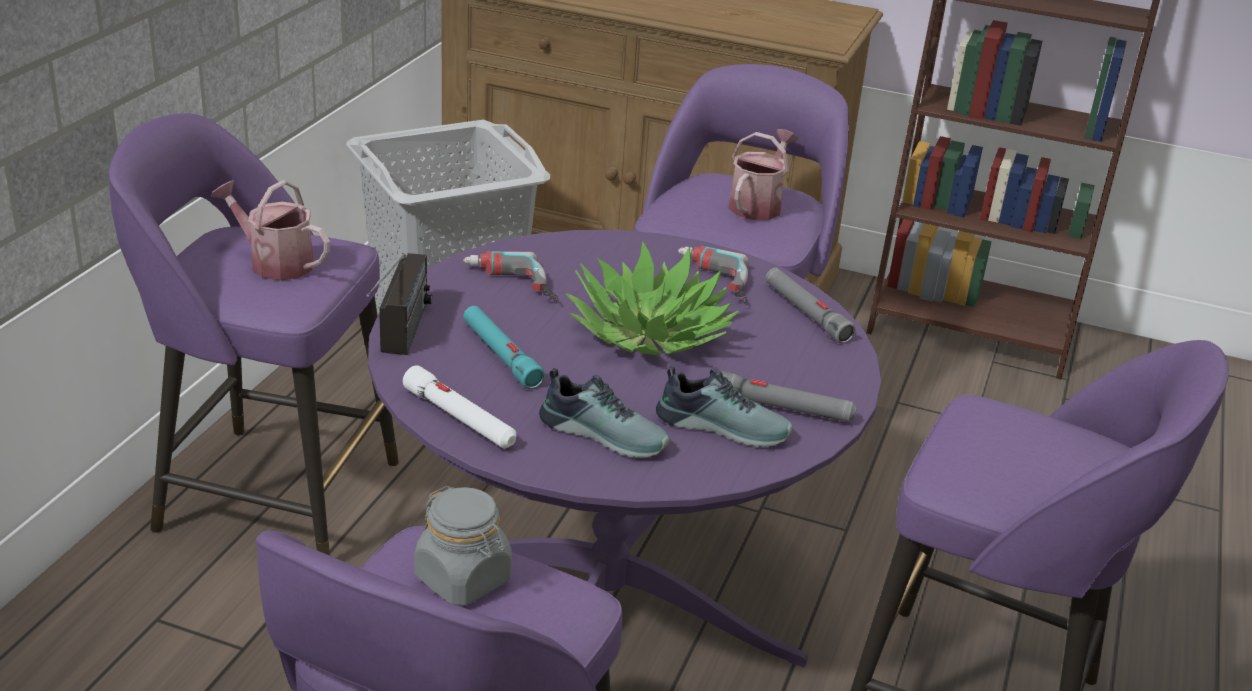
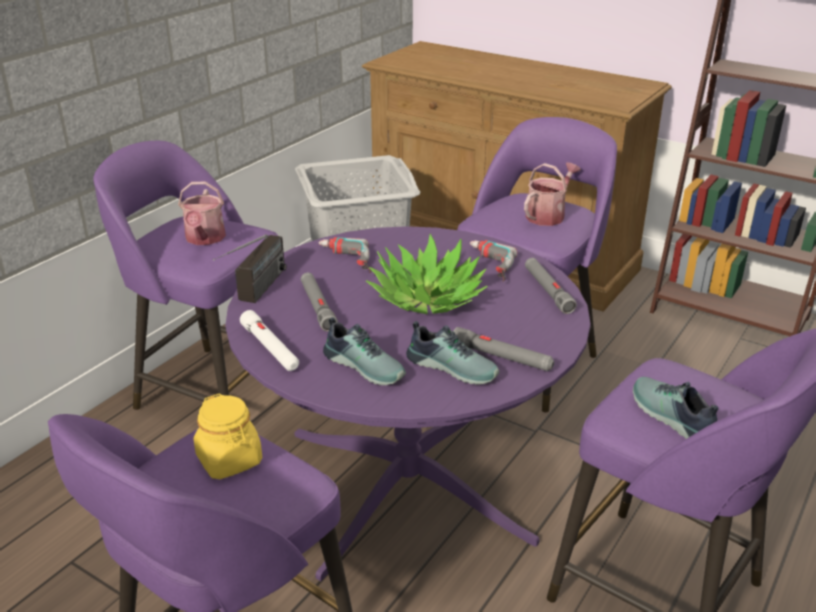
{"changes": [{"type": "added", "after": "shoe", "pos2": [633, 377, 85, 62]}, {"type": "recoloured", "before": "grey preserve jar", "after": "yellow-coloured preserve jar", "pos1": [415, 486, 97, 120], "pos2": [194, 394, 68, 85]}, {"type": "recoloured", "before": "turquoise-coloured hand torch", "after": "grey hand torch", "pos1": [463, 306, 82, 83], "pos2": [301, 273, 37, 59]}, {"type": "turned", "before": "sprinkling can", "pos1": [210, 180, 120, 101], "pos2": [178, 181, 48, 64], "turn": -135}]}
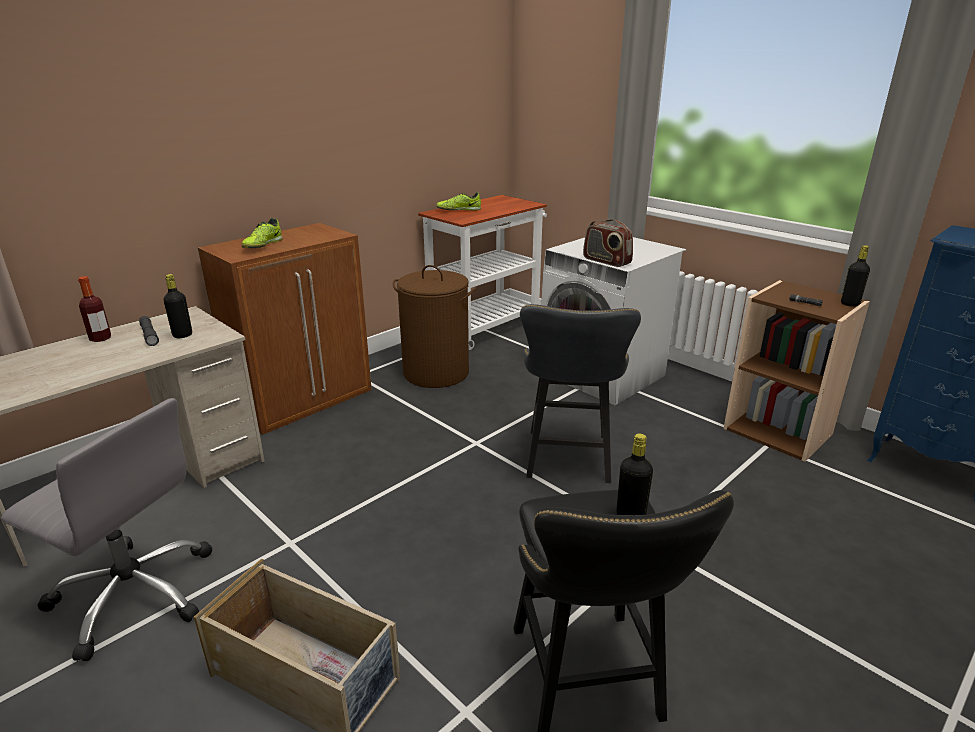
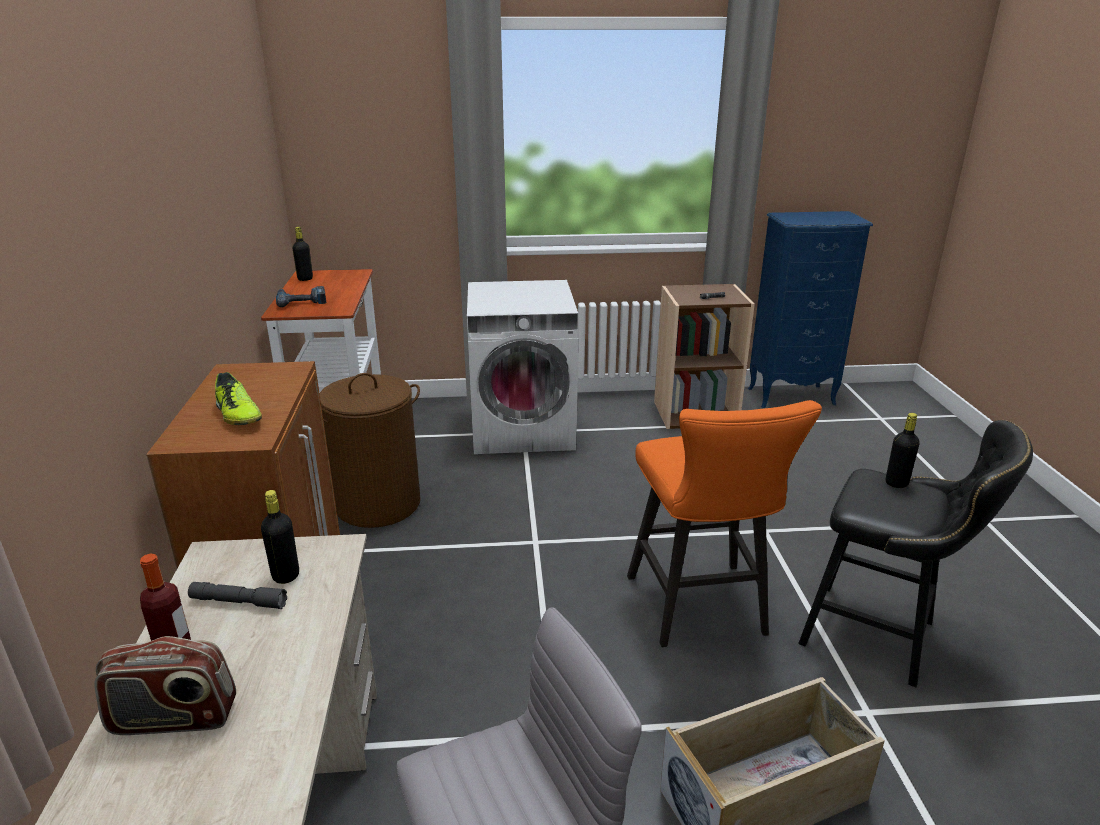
{"changes": [{"type": "removed", "before": "grey stool seat", "pos1": [520, 304, 121, 179]}, {"type": "added", "after": "orange stool seat", "pos2": [627, 400, 195, 247]}, {"type": "moved", "before": "radio", "pos1": [583, 219, 50, 48], "pos2": [94, 636, 142, 99]}, {"type": "moved", "before": "blackish drink bottle", "pos1": [841, 245, 29, 62], "pos2": [292, 227, 21, 54]}, {"type": "replaced", "before": "shoe", "after": "power drill", "pos1": [436, 192, 45, 19], "pos2": [276, 286, 50, 21]}]}
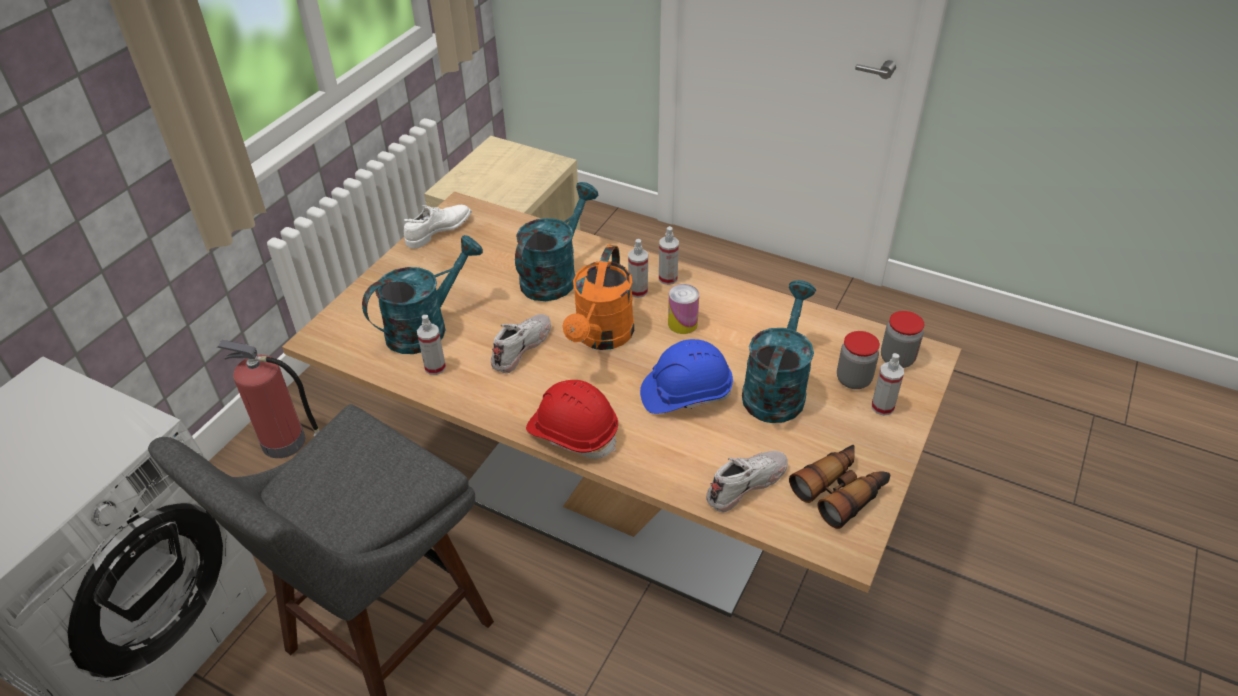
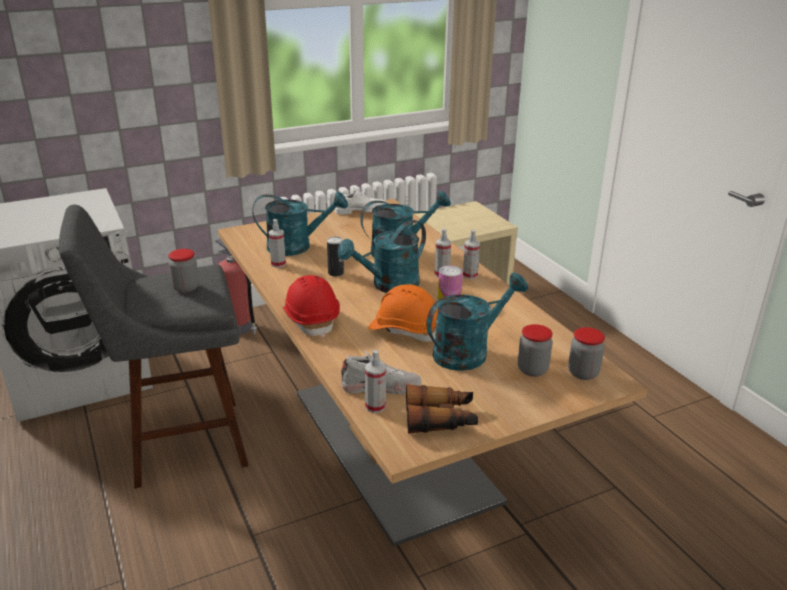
{"changes": [{"type": "added", "after": "preserve jar", "pos2": [168, 249, 31, 44]}, {"type": "moved", "before": "spray bottle", "pos1": [872, 353, 32, 63], "pos2": [365, 350, 21, 63]}, {"type": "replaced", "before": "white shoe", "after": "sealed can", "pos1": [491, 314, 60, 59], "pos2": [327, 237, 17, 40]}, {"type": "recoloured", "before": "orange sprinkling can", "after": "turquoise-coloured sprinkling can", "pos1": [563, 245, 71, 105], "pos2": [338, 220, 88, 73]}, {"type": "recoloured", "before": "blue hard hat", "after": "orange hard hat", "pos1": [640, 339, 93, 75], "pos2": [368, 284, 70, 58]}]}
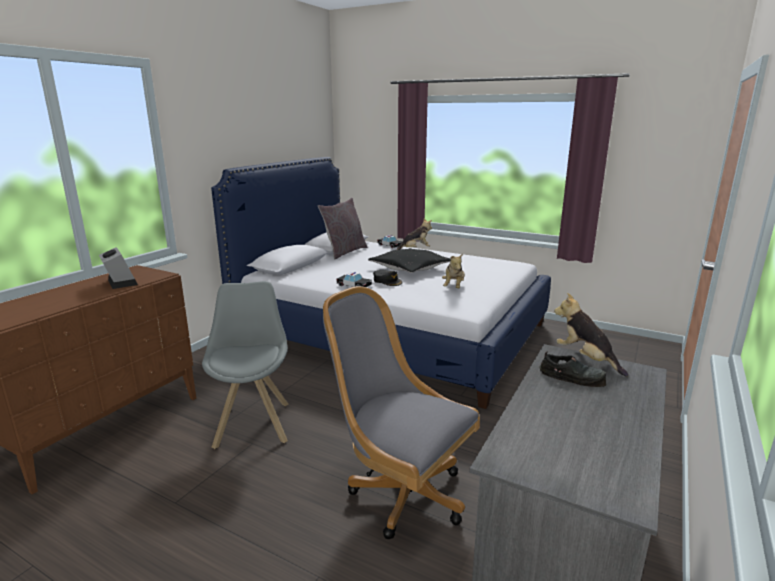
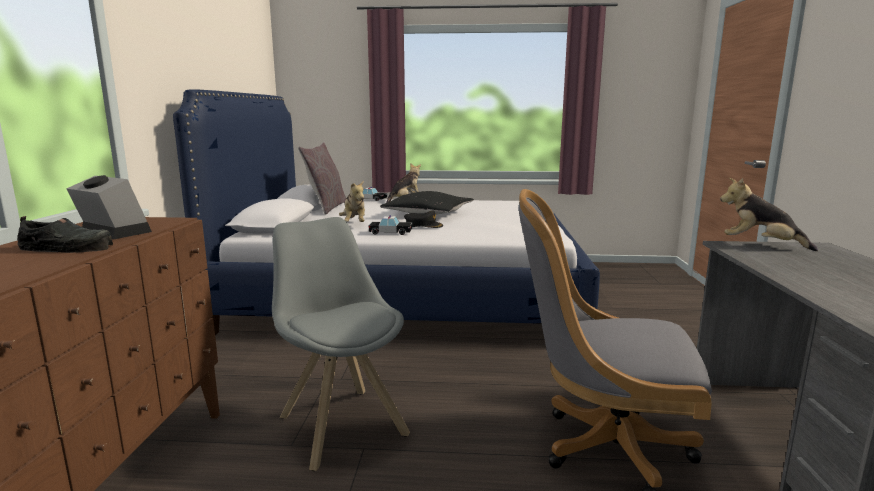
{"changes": [{"type": "moved", "before": "plush toy", "pos1": [442, 254, 23, 34], "pos2": [339, 180, 26, 42]}, {"type": "moved", "before": "blackish shoe", "pos1": [539, 351, 67, 36], "pos2": [17, 216, 96, 37]}]}
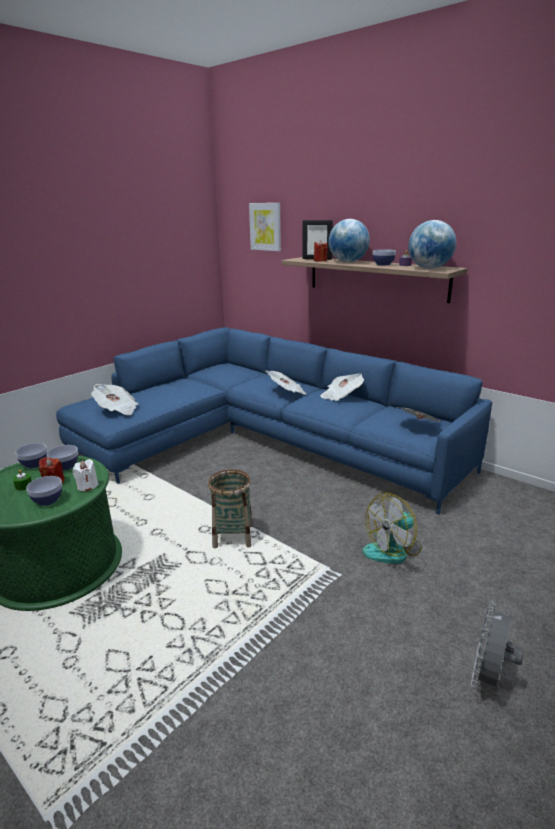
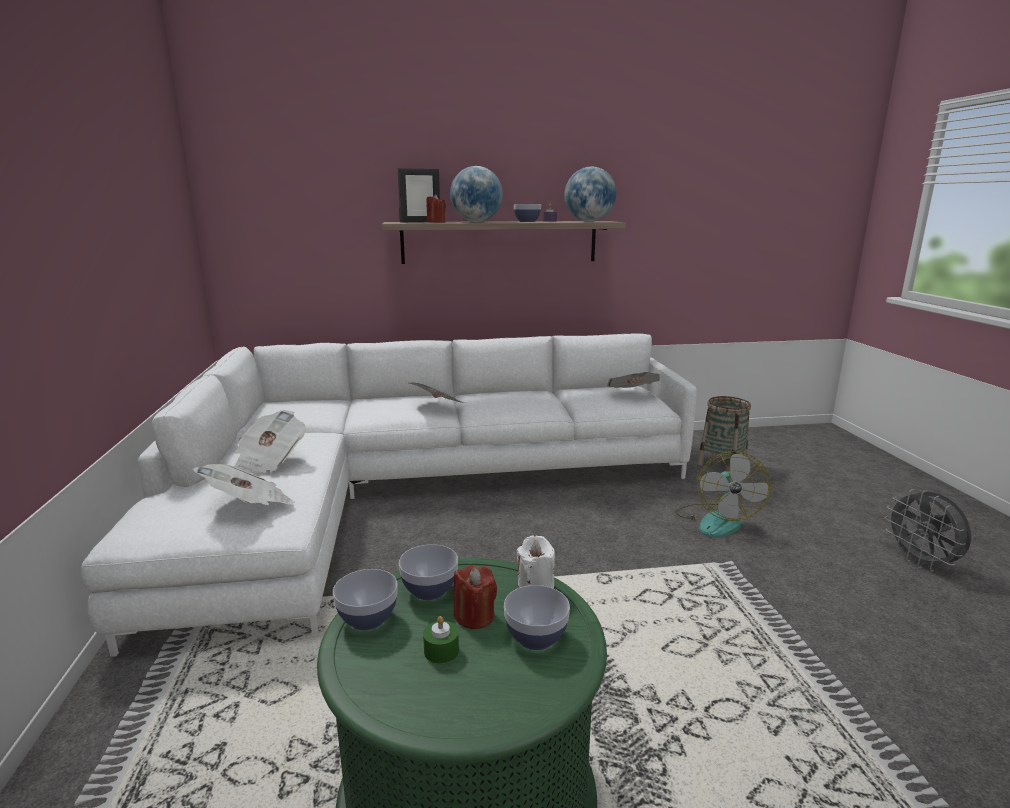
{"changes": [{"type": "removed", "before": "picture", "pos1": [249, 203, 32, 48]}, {"type": "moved", "before": "storage basket", "pos1": [208, 469, 45, 79], "pos2": [697, 396, 54, 74]}, {"type": "moved", "before": "printed paper", "pos1": [320, 373, 44, 28], "pos2": [234, 410, 72, 63]}, {"type": "recoloured", "before": "blue settee", "after": "white settee", "pos1": [56, 327, 436, 188], "pos2": [81, 333, 616, 324]}]}
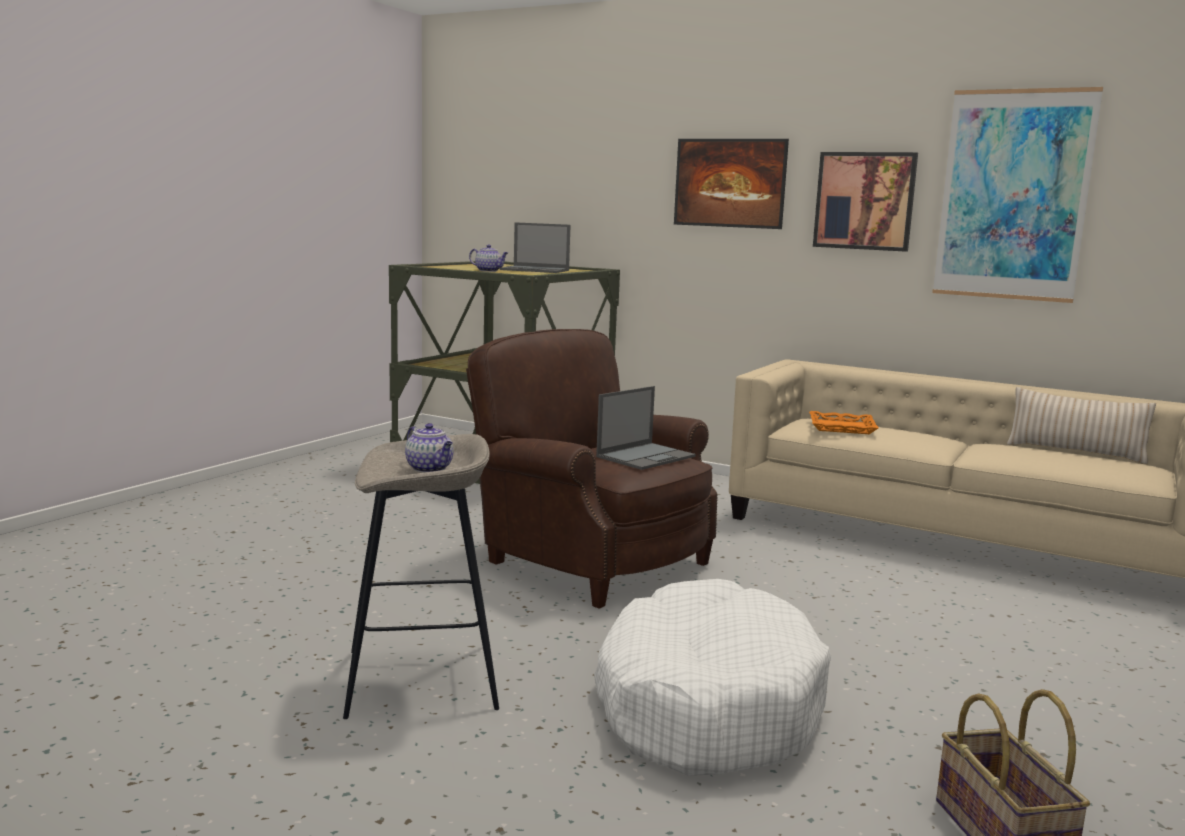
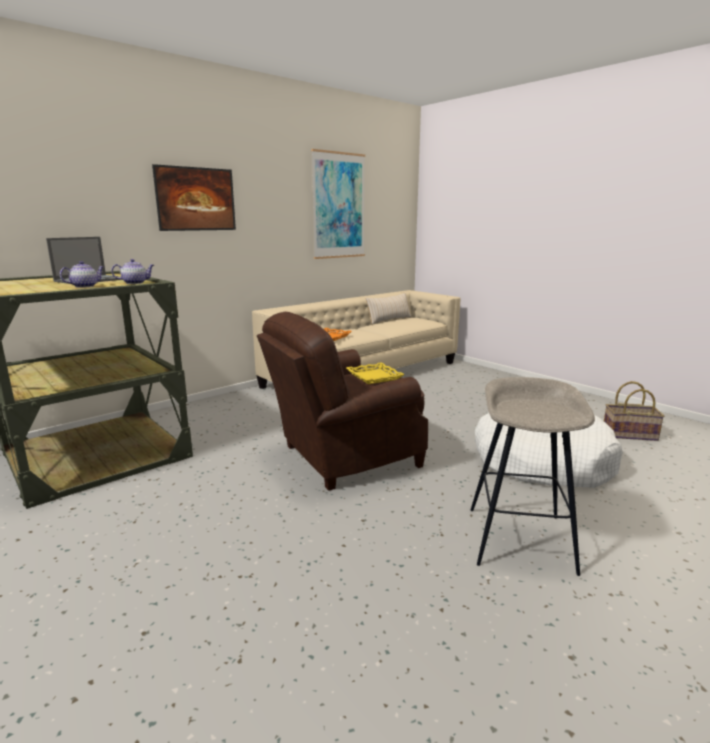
{"changes": [{"type": "removed", "before": "picture", "pos1": [813, 152, 105, 100]}, {"type": "moved", "before": "tea pot", "pos1": [405, 423, 49, 50], "pos2": [111, 259, 43, 25]}, {"type": "replaced", "before": "notebook computer", "after": "yellow-coloured carrying tray", "pos1": [596, 386, 100, 84], "pos2": [346, 362, 59, 22]}]}
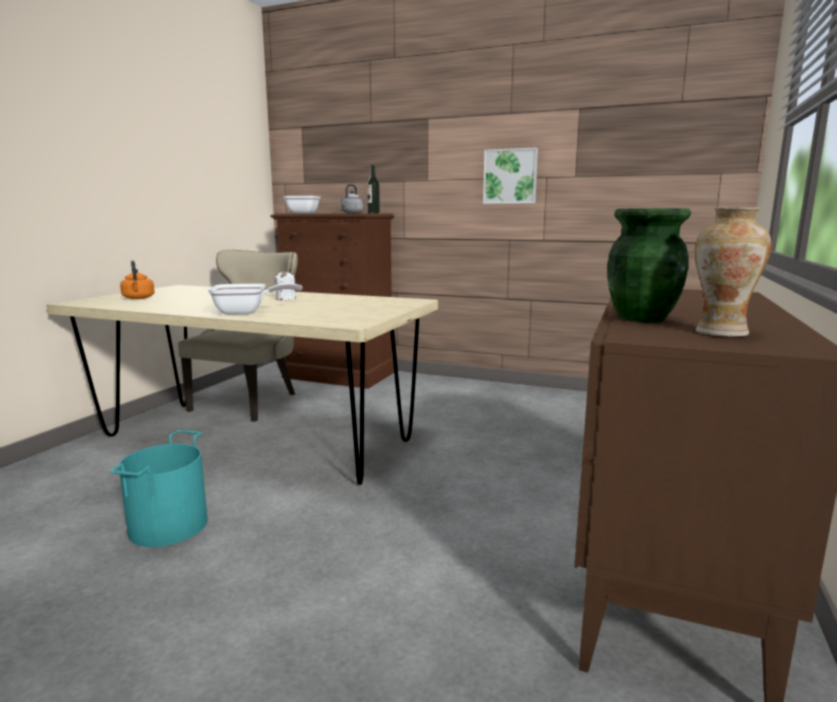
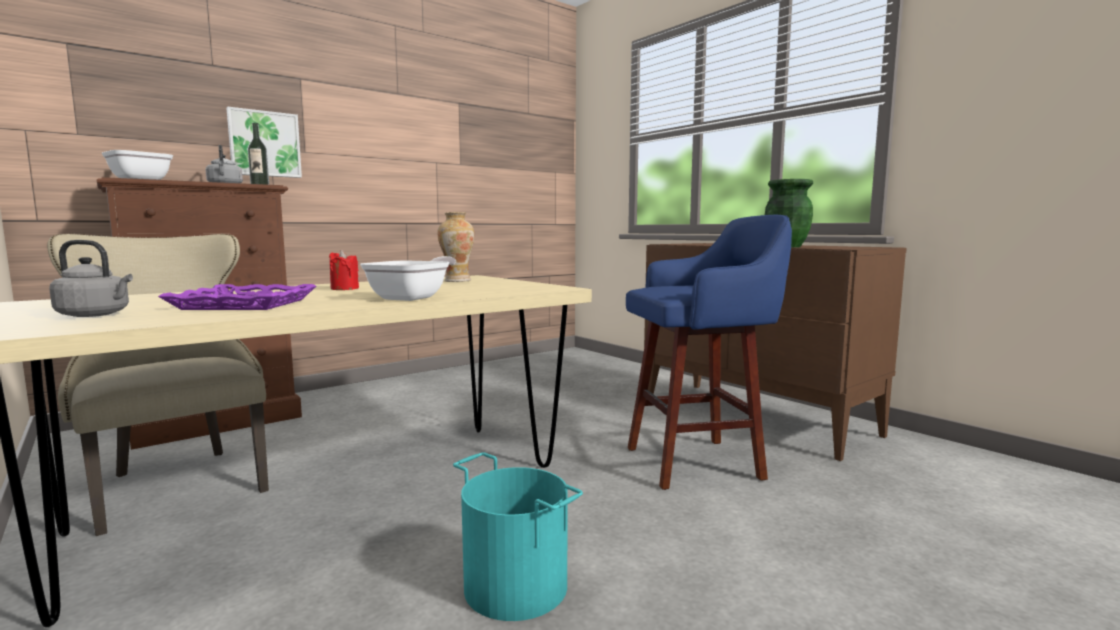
{"changes": [{"type": "added", "after": "purplish carrying tray", "pos2": [158, 284, 158, 26]}, {"type": "added", "after": "blue stool seat", "pos2": [626, 215, 166, 275]}, {"type": "moved", "before": "picture", "pos1": [483, 147, 55, 57], "pos2": [226, 107, 76, 71]}, {"type": "moved", "before": "flower vase", "pos1": [695, 207, 76, 130], "pos2": [437, 212, 37, 70]}, {"type": "recoloured", "before": "orange tea kettle", "after": "grey tea kettle", "pos1": [120, 261, 35, 38], "pos2": [49, 240, 84, 77]}, {"type": "recoloured", "before": "white wax candle", "after": "red-coloured wax candle", "pos1": [275, 271, 21, 29], "pos2": [329, 250, 30, 40]}]}
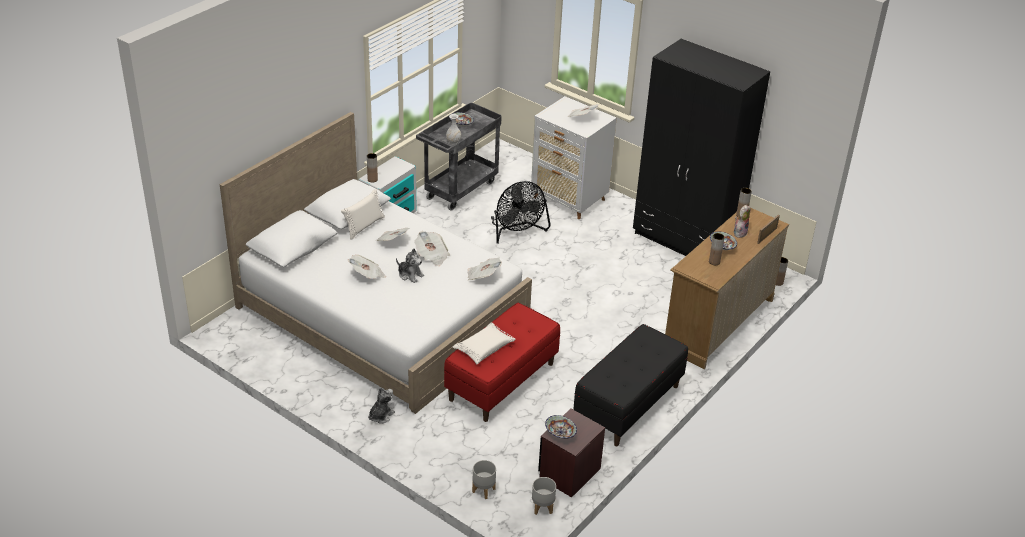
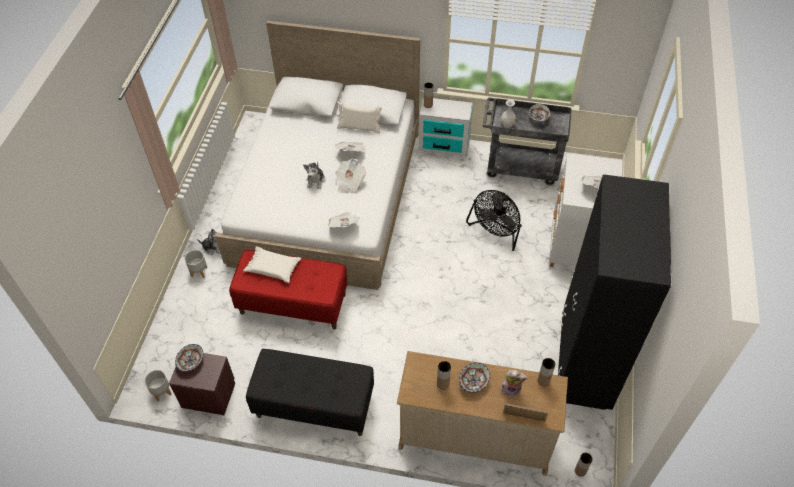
{"changes": [{"type": "removed", "before": "printed paper", "pos1": [348, 255, 38, 24]}, {"type": "moved", "before": "grey plant pot", "pos1": [472, 460, 24, 39], "pos2": [185, 250, 22, 28]}]}
